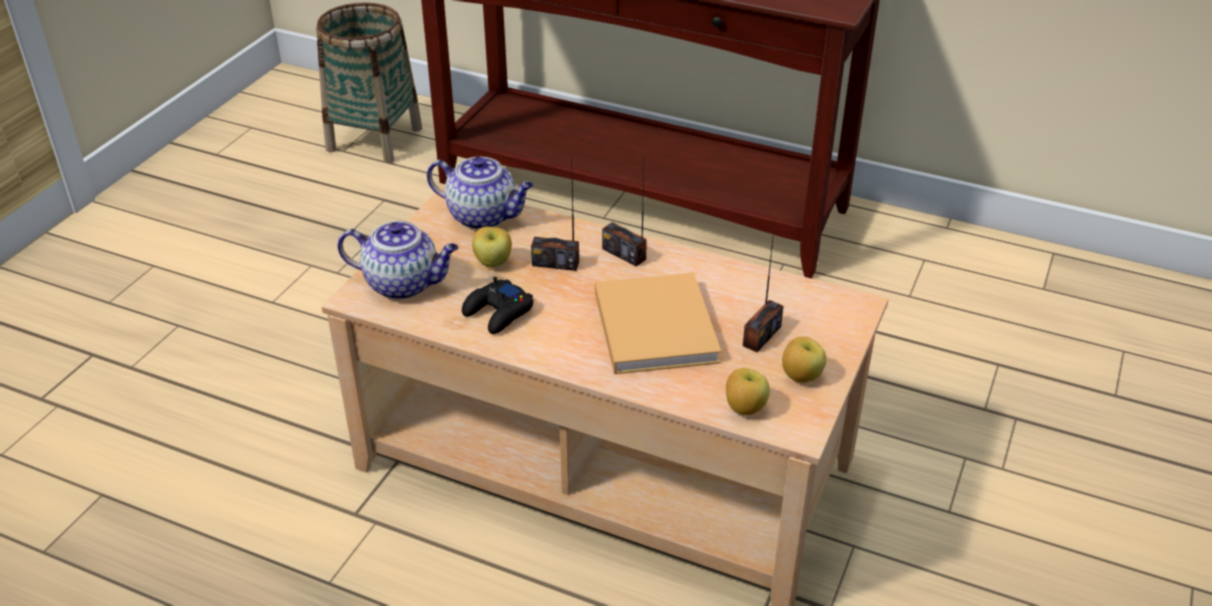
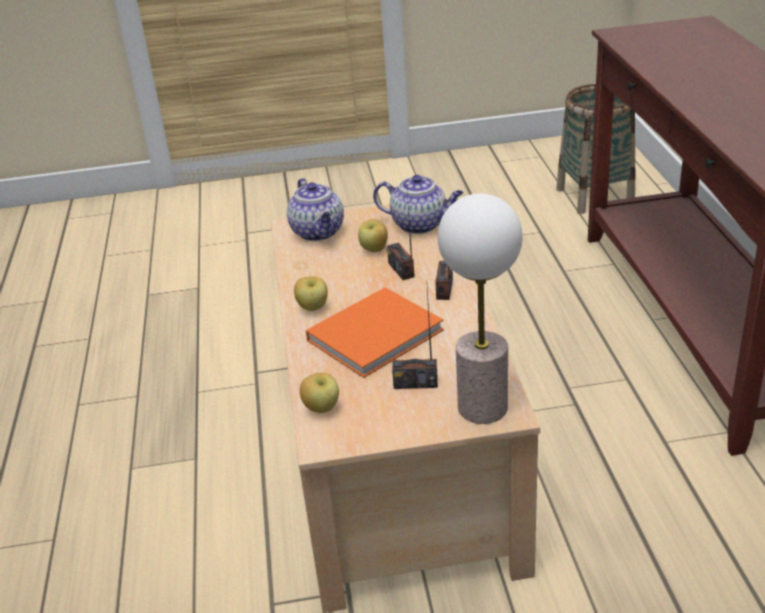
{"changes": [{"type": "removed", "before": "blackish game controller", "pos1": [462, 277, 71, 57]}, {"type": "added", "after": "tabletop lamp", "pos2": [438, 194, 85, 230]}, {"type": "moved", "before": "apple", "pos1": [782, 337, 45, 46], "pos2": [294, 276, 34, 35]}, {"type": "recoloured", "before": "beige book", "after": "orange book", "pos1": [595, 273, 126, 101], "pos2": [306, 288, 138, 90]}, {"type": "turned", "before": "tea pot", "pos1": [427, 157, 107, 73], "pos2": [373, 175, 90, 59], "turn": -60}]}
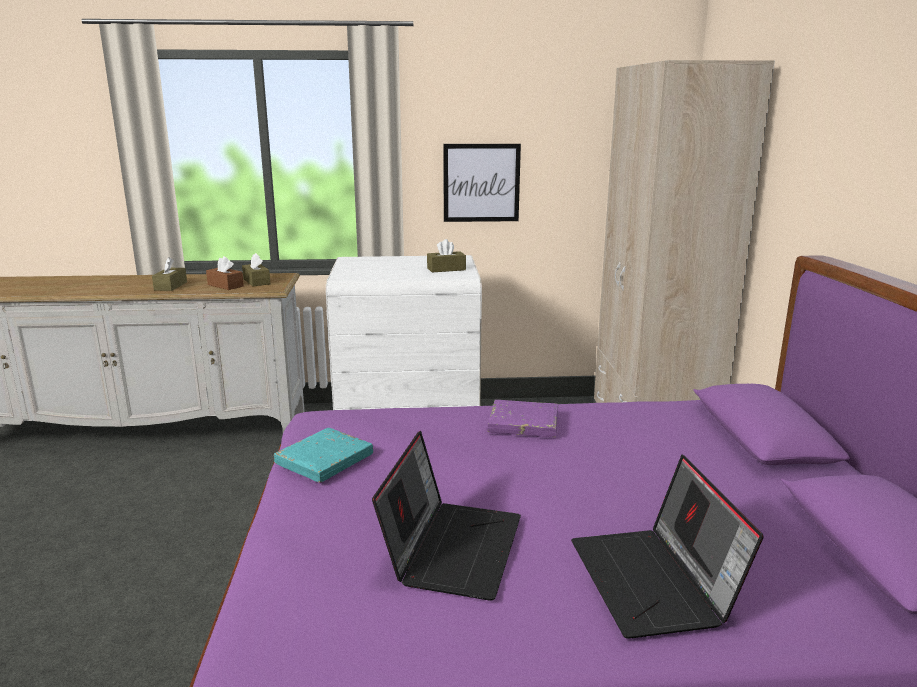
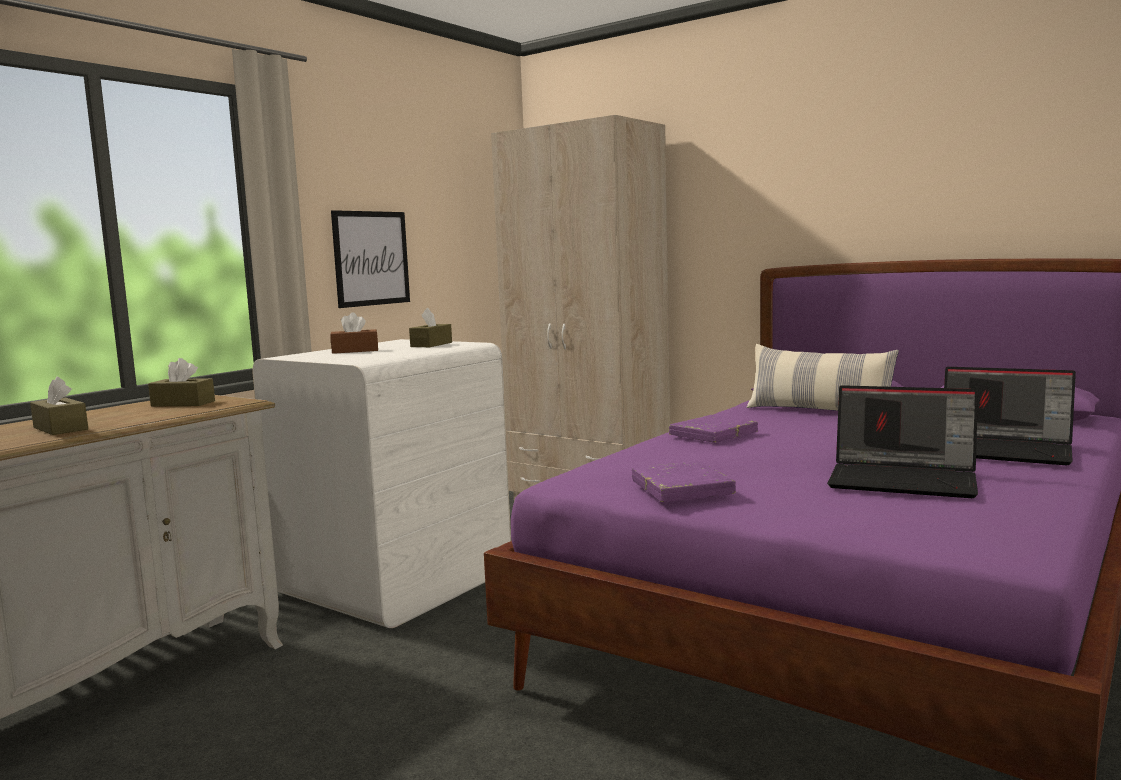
{"changes": [{"type": "added", "after": "cushion", "pos2": [747, 344, 152, 67]}, {"type": "moved", "before": "brown-coloured tissue holder", "pos1": [206, 256, 38, 34], "pos2": [330, 312, 48, 42]}, {"type": "recoloured", "before": "turquoise-coloured book", "after": "purplish book", "pos1": [274, 428, 99, 54], "pos2": [632, 461, 104, 41]}, {"type": "turned", "before": "notebook computer", "pos1": [372, 431, 149, 170], "pos2": [827, 385, 151, 113], "turn": 150}]}
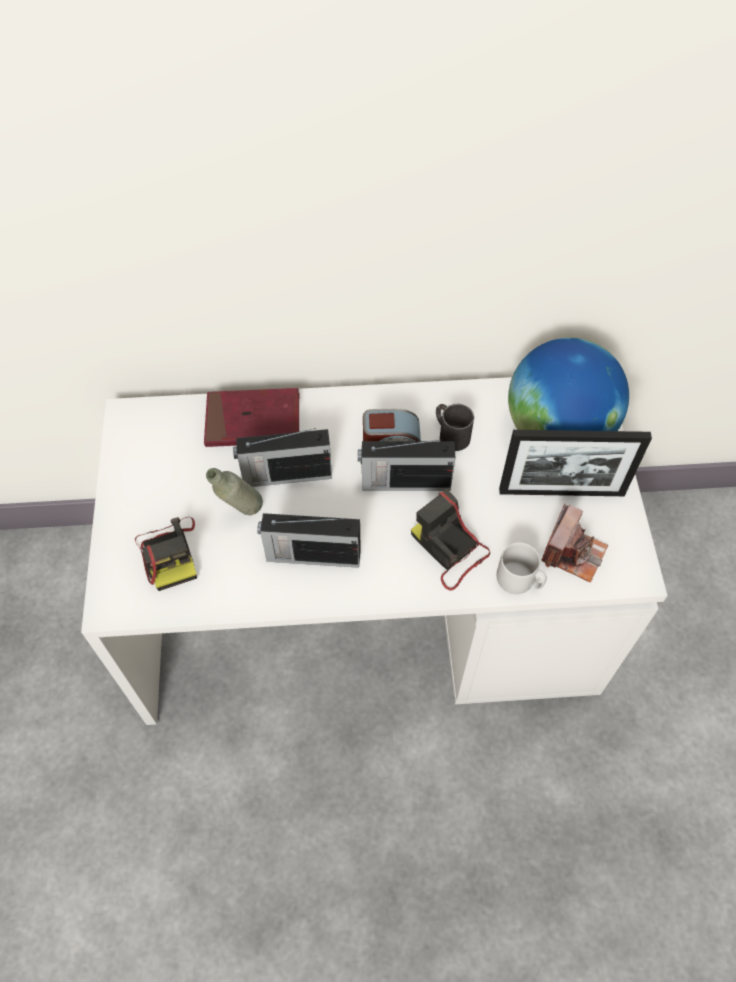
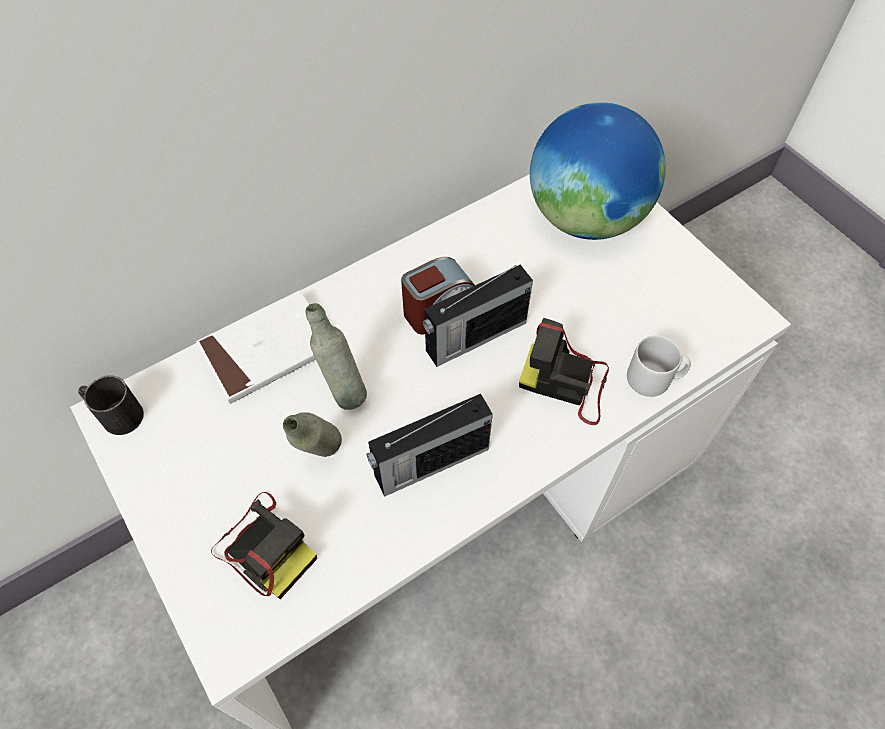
{"changes": [{"type": "removed", "before": "picture frame", "pos1": [499, 430, 153, 66]}, {"type": "removed", "before": "still camera", "pos1": [542, 504, 66, 78]}, {"type": "moved", "before": "blackish mug", "pos1": [436, 404, 38, 47], "pos2": [78, 375, 66, 60]}, {"type": "replaced", "before": "radio", "after": "grey drink bottle", "pos1": [233, 428, 99, 59], "pos2": [306, 303, 61, 107]}, {"type": "recoloured", "before": "red-coloured book", "after": "white book", "pos1": [204, 388, 95, 59], "pos2": [196, 290, 120, 114]}]}
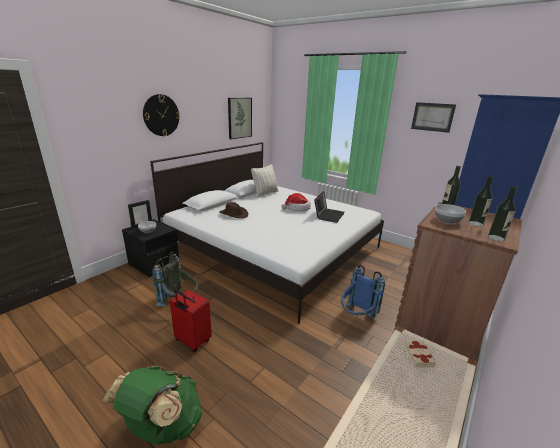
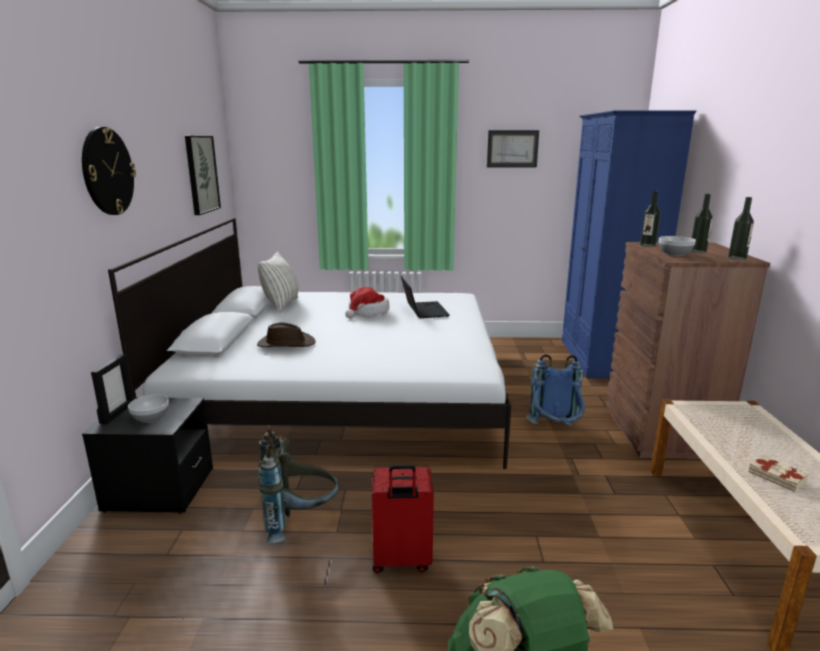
{"changes": [{"type": "moved", "before": "beige book", "pos1": [405, 340, 31, 28], "pos2": [748, 454, 61, 38]}]}
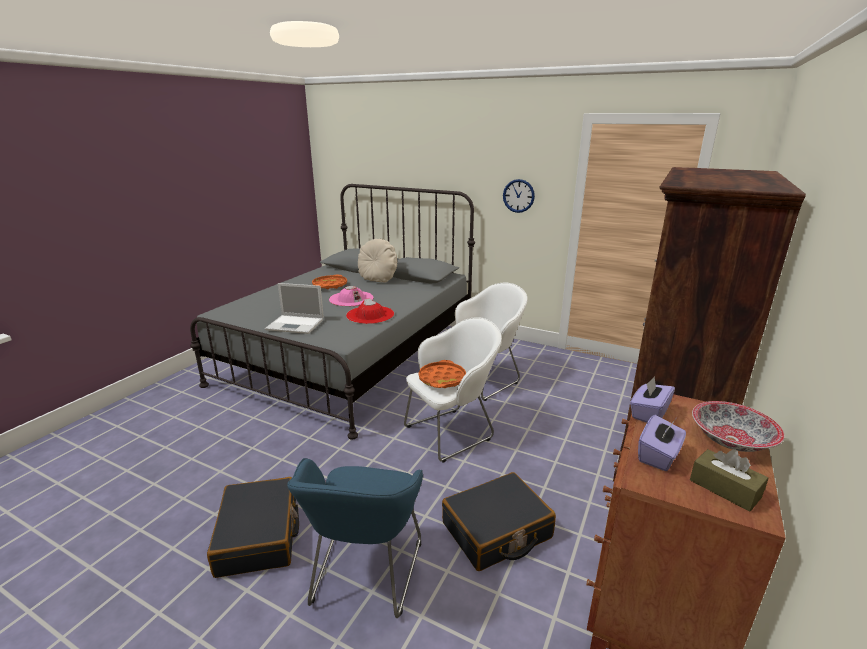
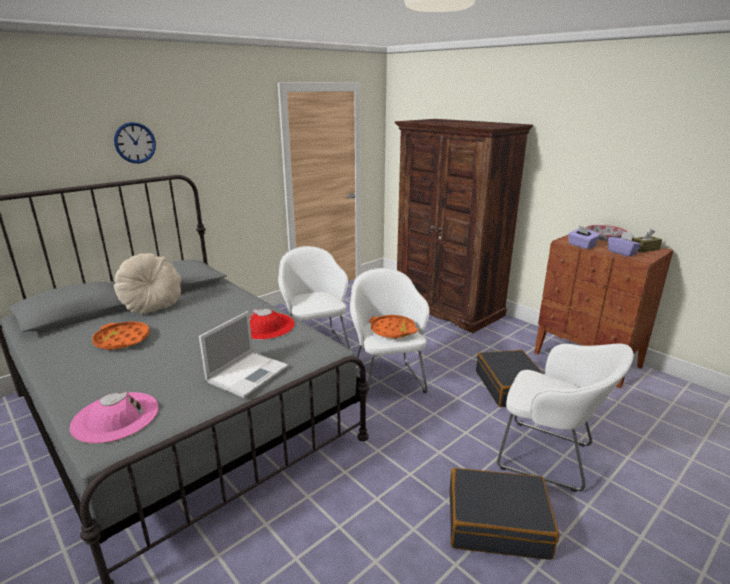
{"changes": [{"type": "moved", "before": "pink-coloured hat", "pos1": [329, 286, 45, 20], "pos2": [69, 391, 90, 53]}, {"type": "moved", "before": "clock on the wall", "pos1": [503, 179, 32, 34], "pos2": [114, 122, 42, 42]}, {"type": "recoloured", "before": "blue lounge chair", "after": "white lounge chair", "pos1": [287, 458, 136, 160], "pos2": [497, 344, 137, 148]}]}
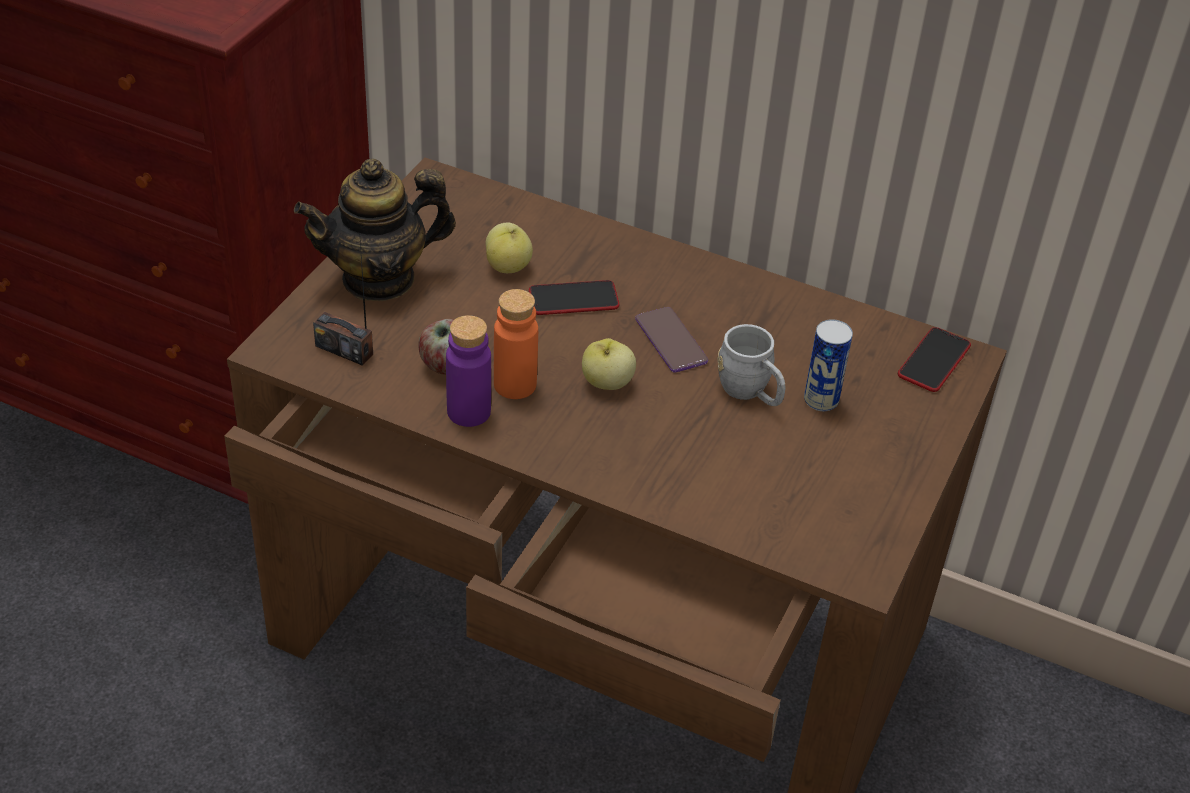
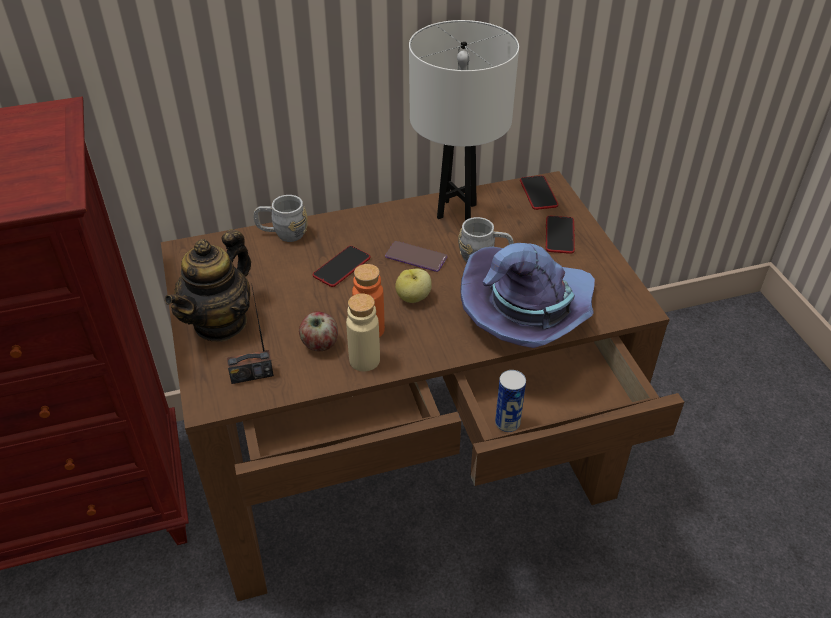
{"changes": [{"type": "removed", "before": "apple", "pos1": [486, 222, 47, 51]}, {"type": "added", "after": "grey mug", "pos2": [253, 195, 55, 47]}, {"type": "added", "after": "white tabletop lamp", "pos2": [409, 20, 110, 201]}, {"type": "added", "after": "purplish hat", "pos2": [460, 243, 135, 105]}, {"type": "added", "after": "telephone", "pos2": [546, 216, 29, 38]}, {"type": "moved", "before": "sealed can", "pos1": [804, 319, 49, 92], "pos2": [495, 370, 31, 62]}, {"type": "recoloured", "before": "purplish drink bottle", "after": "beige drink bottle", "pos1": [446, 315, 45, 112], "pos2": [346, 293, 34, 79]}]}
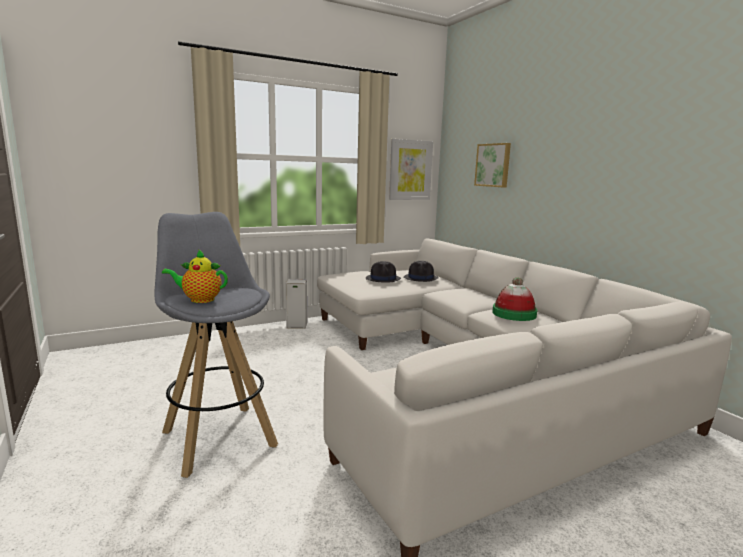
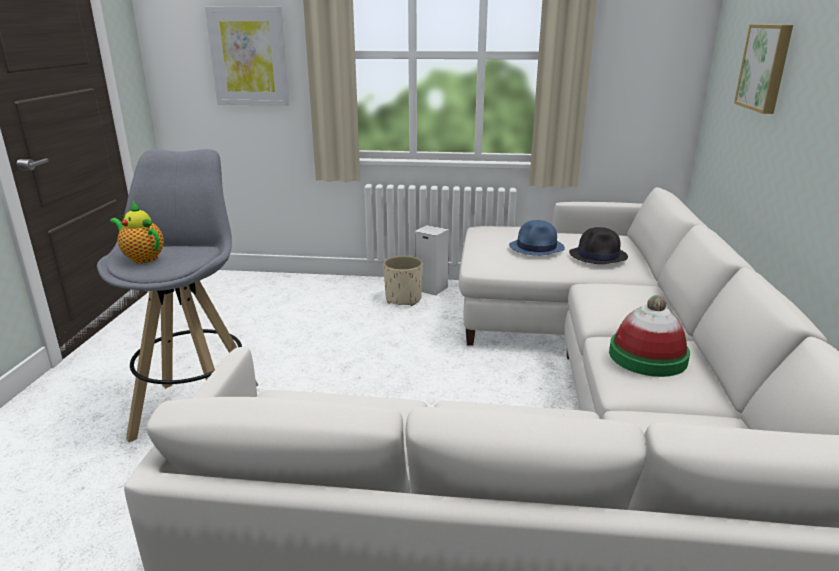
{"changes": [{"type": "added", "after": "beige plant pot", "pos2": [383, 256, 40, 50]}, {"type": "moved", "before": "picture", "pos1": [389, 139, 44, 61], "pos2": [205, 6, 84, 100]}, {"type": "recoloured", "before": "blackish hat", "after": "blue hat", "pos1": [365, 261, 36, 22], "pos2": [509, 220, 56, 36]}]}
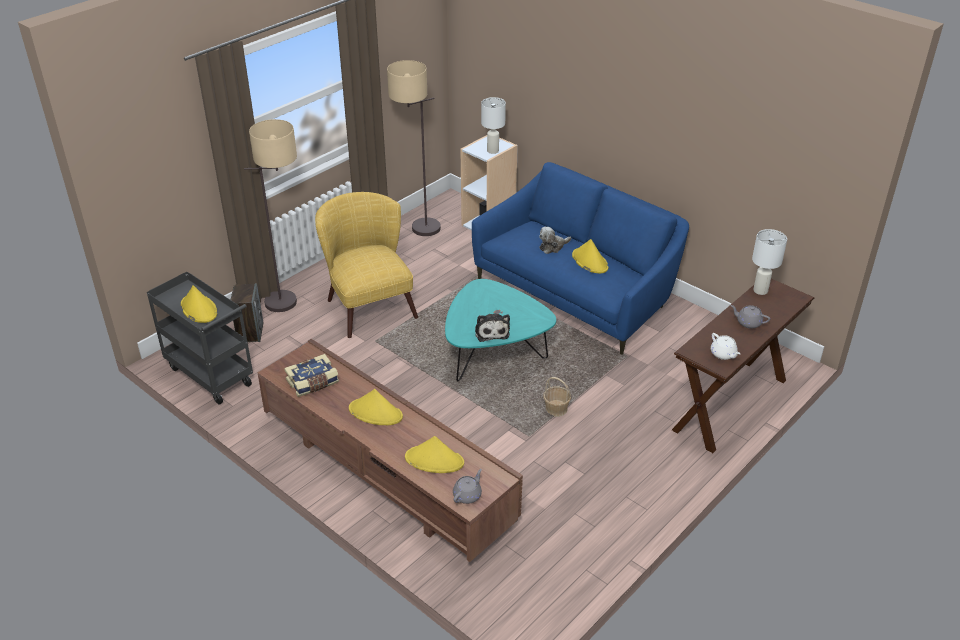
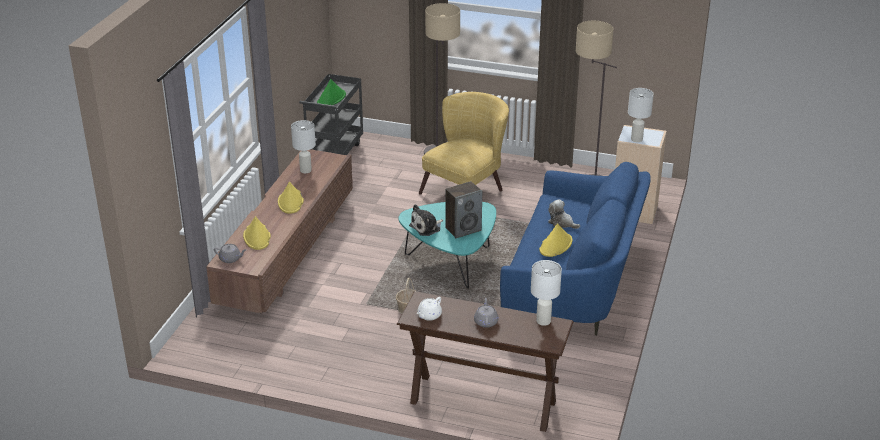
{"changes": [{"type": "moved", "before": "speaker", "pos1": [231, 283, 32, 59], "pos2": [445, 181, 37, 57]}, {"type": "replaced", "before": "book", "after": "white tabletop lamp", "pos1": [284, 354, 55, 43], "pos2": [291, 120, 25, 53]}, {"type": "recoloured", "before": "yellow-coloured hat", "after": "green hat", "pos1": [181, 285, 36, 38], "pos2": [317, 79, 29, 26]}]}
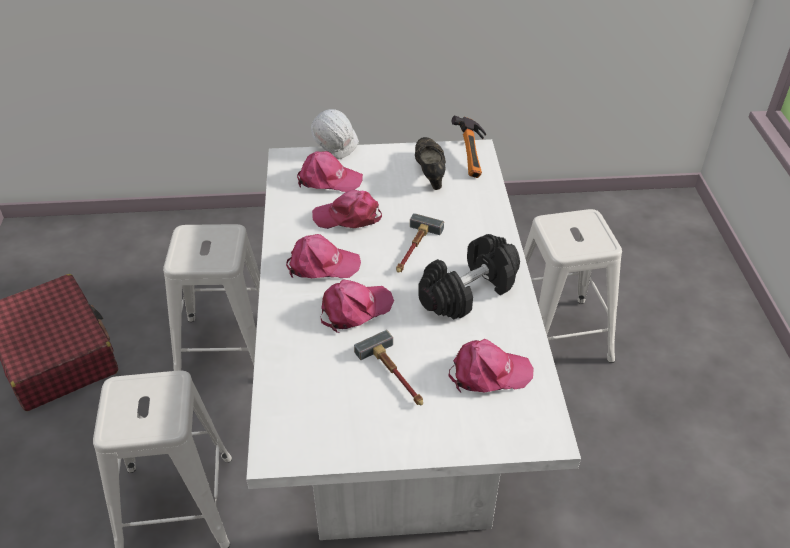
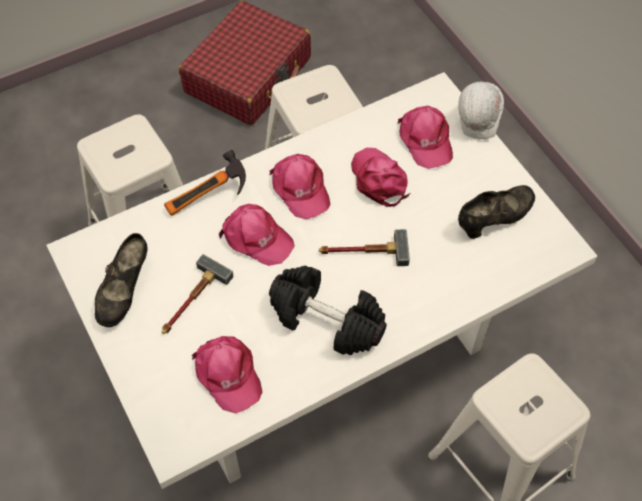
{"changes": [{"type": "added", "after": "blackish shoe", "pos2": [95, 233, 52, 94]}, {"type": "moved", "before": "hammer", "pos1": [452, 116, 34, 62], "pos2": [164, 150, 82, 66]}]}
